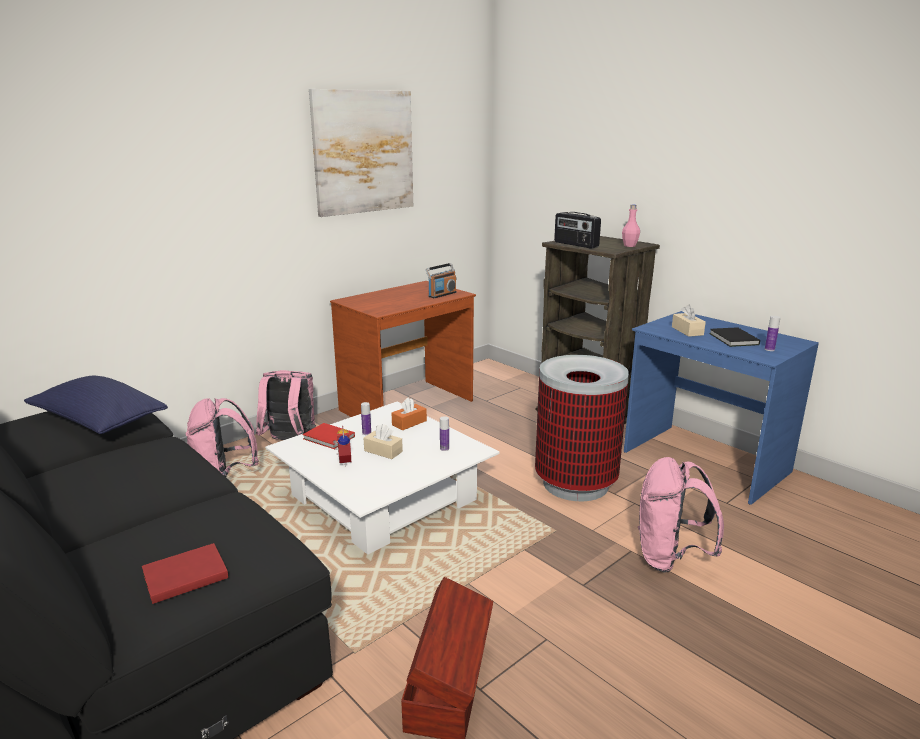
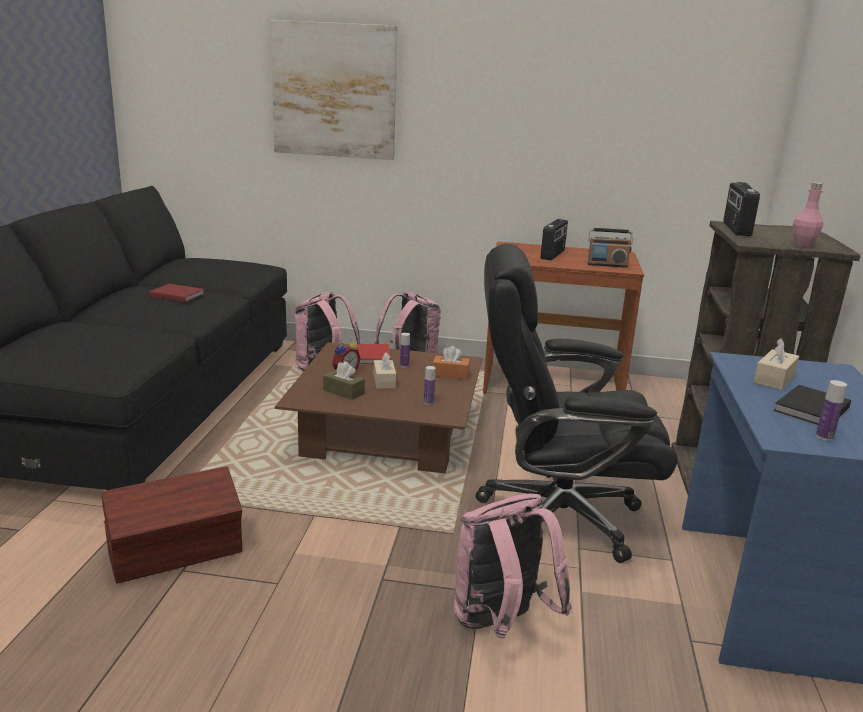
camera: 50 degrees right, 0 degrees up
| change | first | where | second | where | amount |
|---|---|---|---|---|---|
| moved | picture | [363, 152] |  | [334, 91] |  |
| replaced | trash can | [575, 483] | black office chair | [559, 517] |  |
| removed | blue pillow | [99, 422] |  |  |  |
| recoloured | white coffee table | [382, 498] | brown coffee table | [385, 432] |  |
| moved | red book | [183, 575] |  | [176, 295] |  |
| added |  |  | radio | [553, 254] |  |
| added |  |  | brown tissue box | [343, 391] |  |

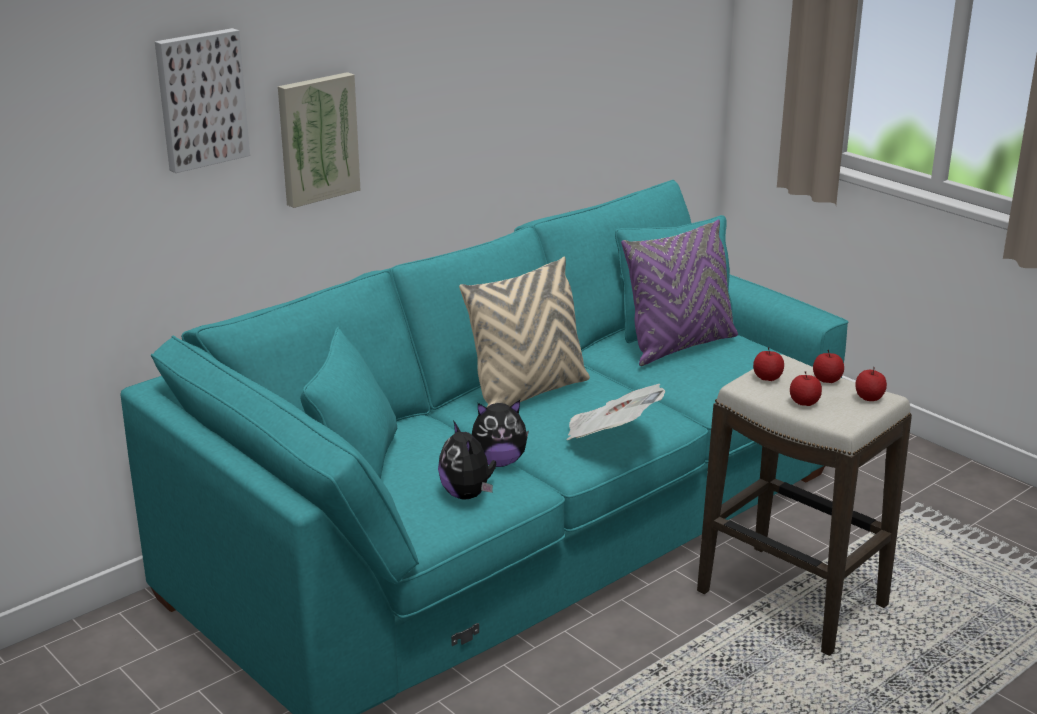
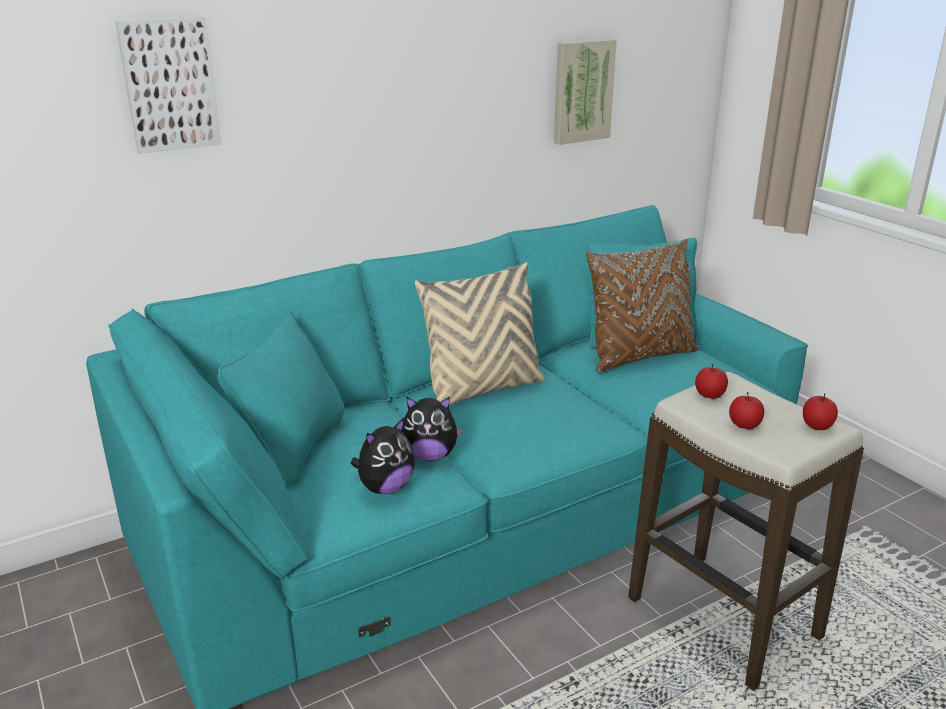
camera: 10 degrees right, 0 degrees up
| change | first | where | second | where | amount |
|---|---|---|---|---|---|
| moved | picture | [317, 138] |  | [582, 91] |  |
| recoloured | purple pillow | [679, 346] | brown pillow | [639, 356] |  |
| removed | apple | [827, 380] |  |  |  |
| removed | newspaper | [611, 435] |  |  |  |
| turned | plush toy | [467, 494] |  | [385, 488] | 120 degrees counterclockwise |

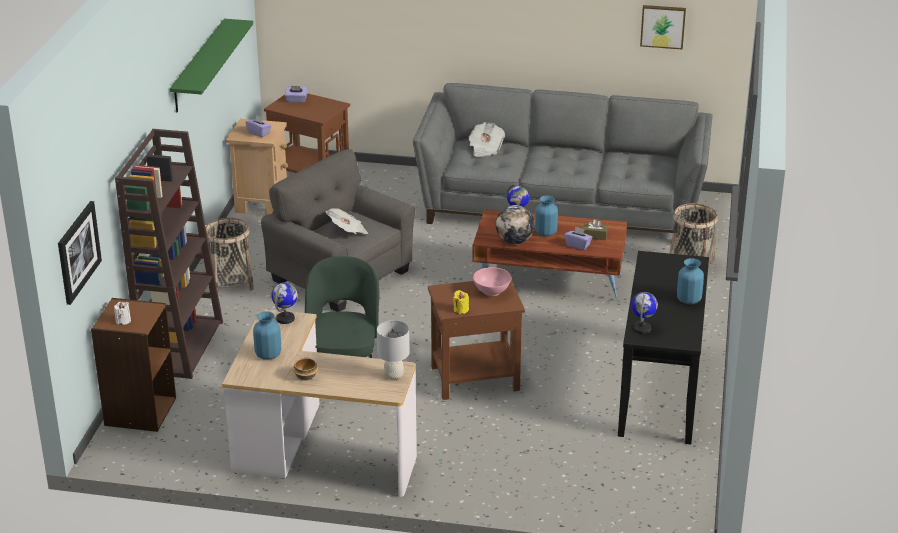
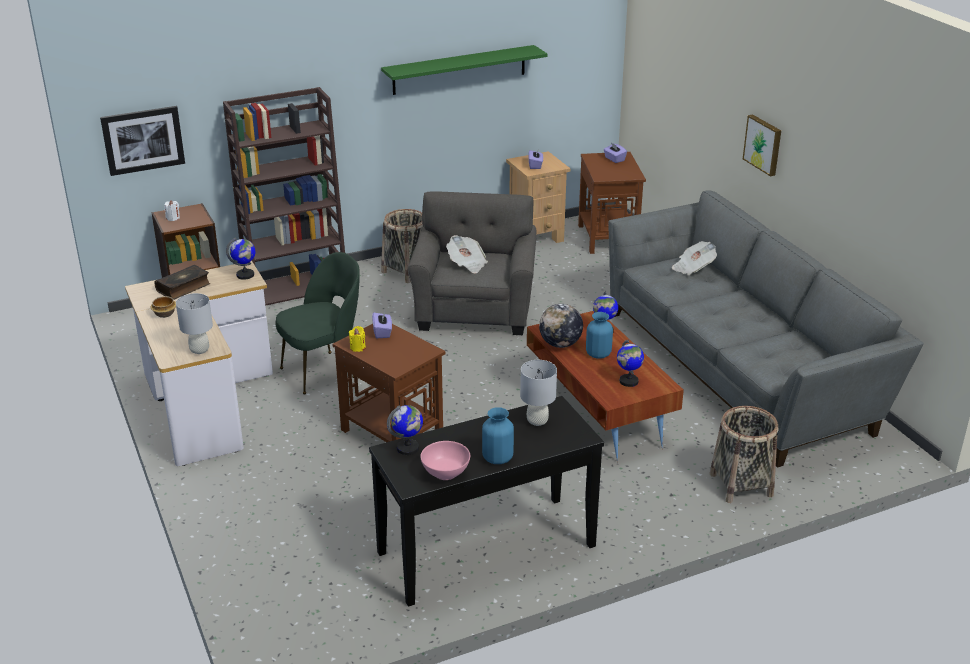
camera: 55 degrees right, 0 degrees up
| change | first | where | second | where | amount |
|---|---|---|---|---|---|
| moved | picture | [663, 26] |  | [763, 144] |  |
| replaced | brown tissue box | [594, 236] | globe | [628, 381] |  |
| moved | purple tissue box | [578, 245] |  | [382, 332] |  |
| moved | pink bowl | [492, 291] |  | [446, 473] |  |
| replaced | blue vase | [268, 354] | book | [184, 288] |  |
| added |  |  | grey table lamp | [537, 421] |  |

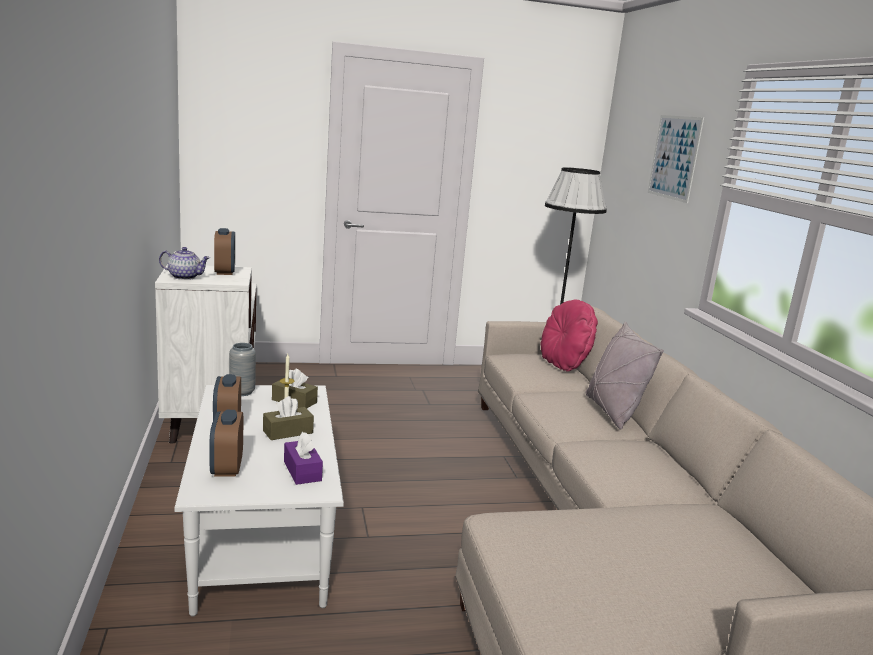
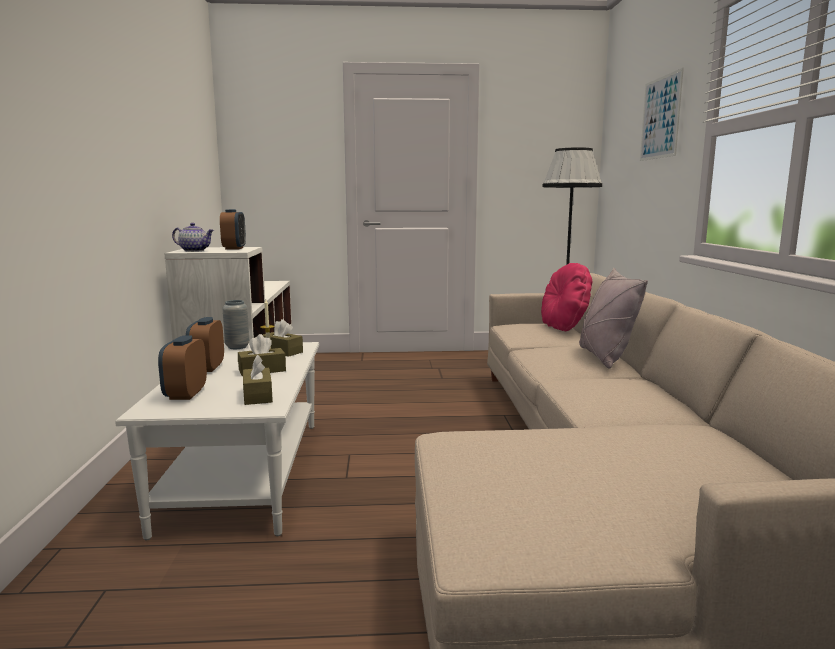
camera: 10 degrees right, 5 degrees down
| change | first | where | second | where | amount |
|---|---|---|---|---|---|
| recoloured | purple tissue box | [302, 471] | brown tissue box | [257, 395] |  |

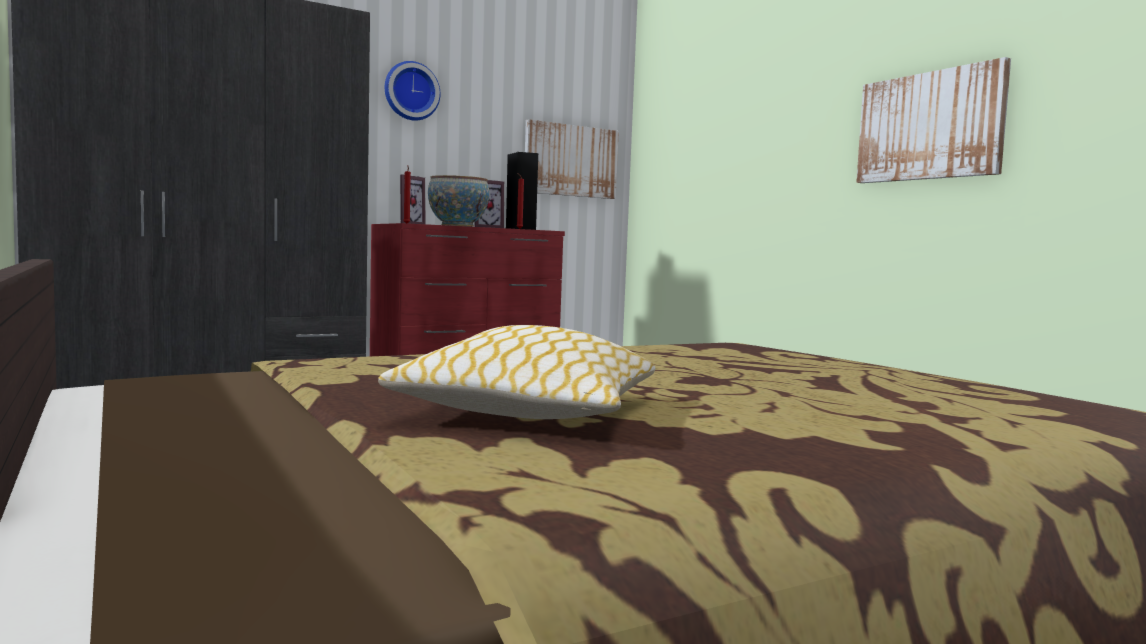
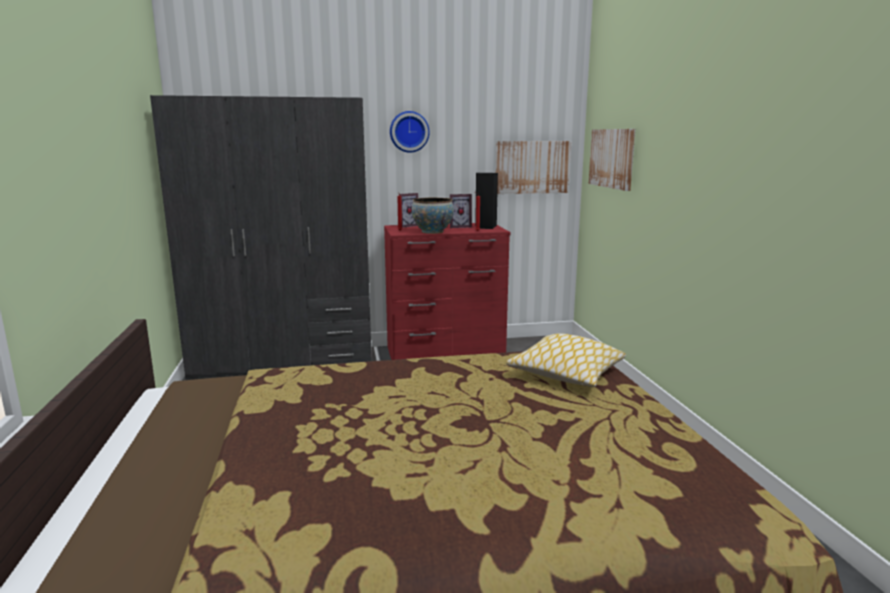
camera: 20 degrees right, 10 degrees up
| change | first | where | second | where | amount |
|---|---|---|---|---|---|
| moved | picture | [929, 126] |  | [612, 158] |  |
| moved | pillow | [530, 411] |  | [566, 373] |  |

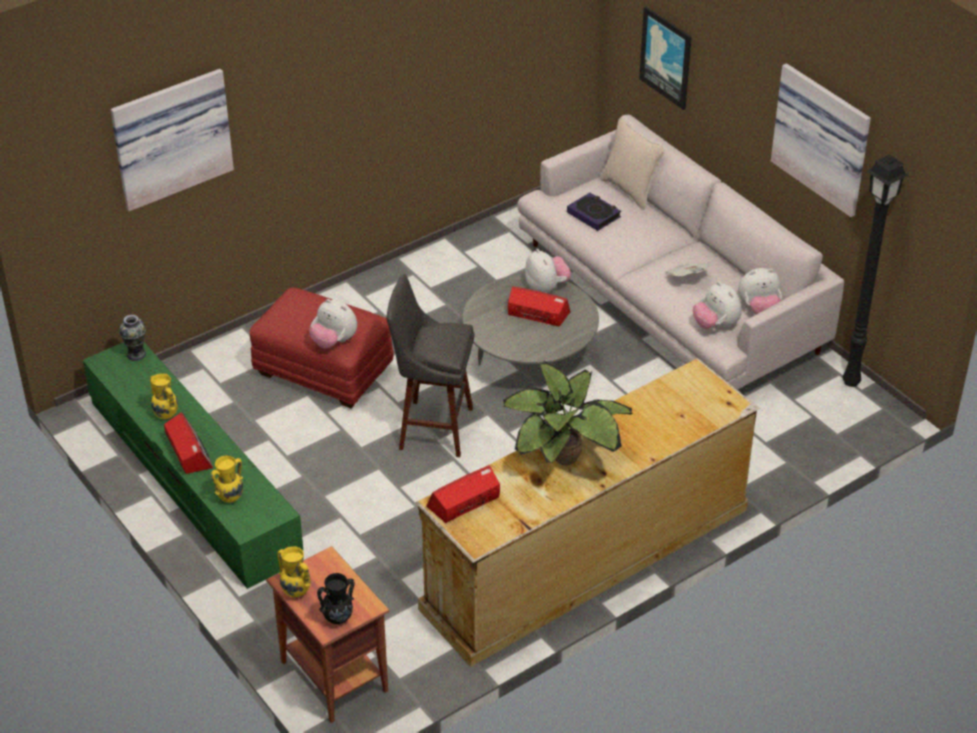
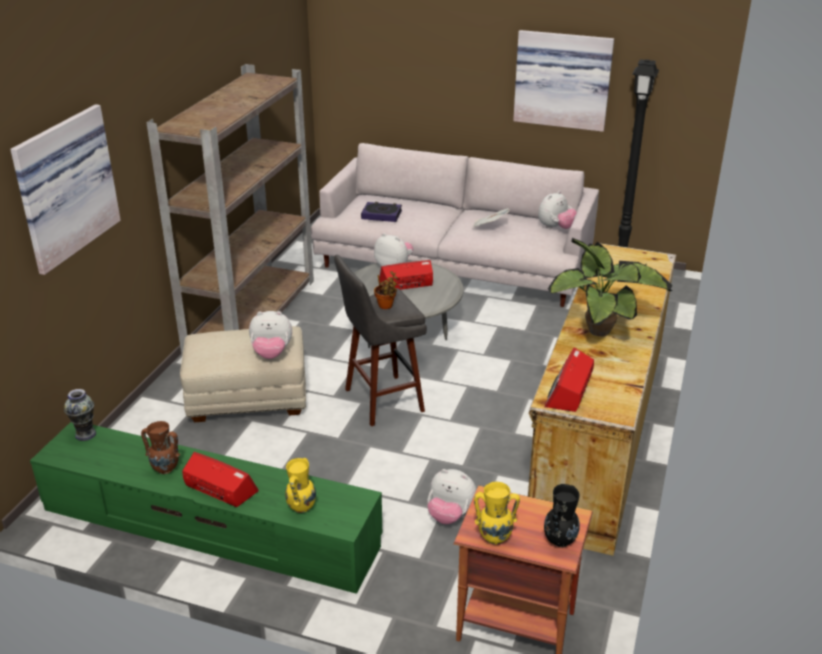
camera: 35 degrees left, 10 degrees down
| change | first | where | second | where | amount |
|---|---|---|---|---|---|
| removed | picture | [666, 57] |  |  |  |
| removed | beige pillow | [630, 190] |  |  |  |
| moved | plush toy | [716, 325] |  | [450, 515] |  |
| recoloured | red ottoman | [324, 371] | beige ottoman | [248, 399] |  |
| recoloured | yellow vase | [166, 414] | brown vase | [165, 469] |  |
| added |  |  | brown bookcase | [252, 316] |  |
| added |  |  | potted plant | [386, 306] |  |

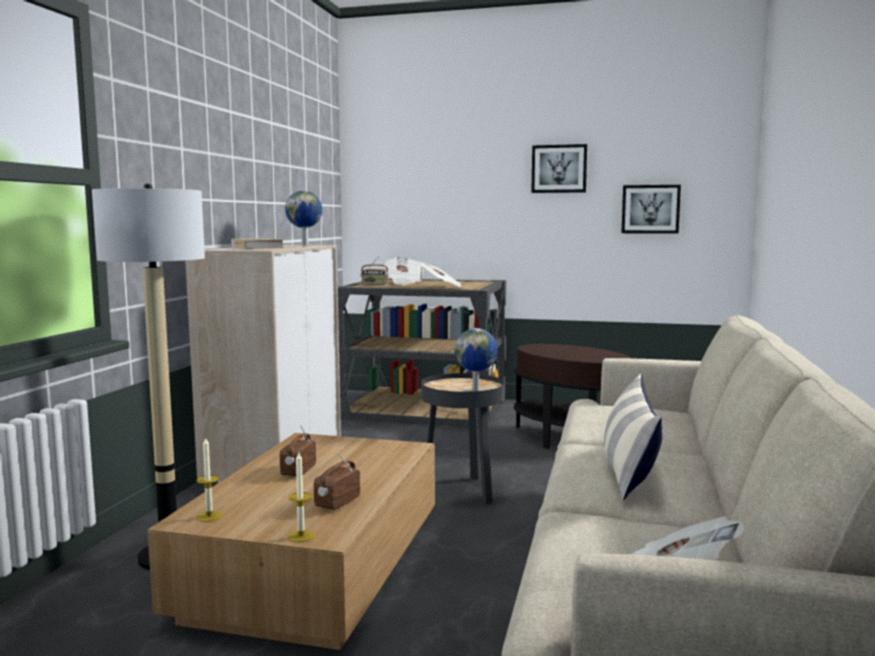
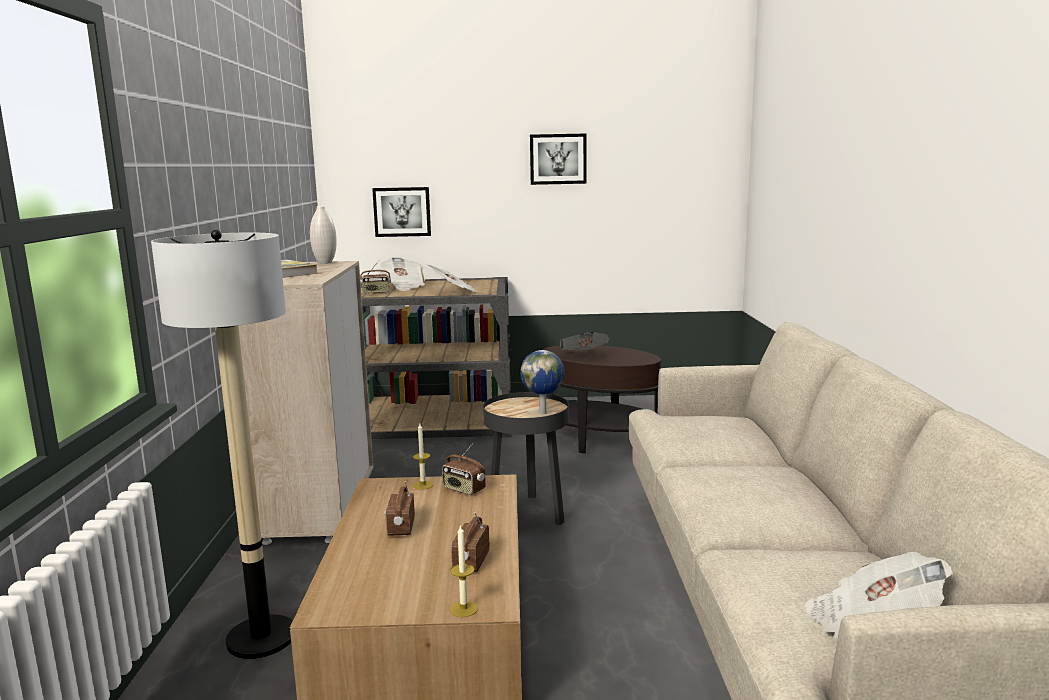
camera: 15 degrees left, 5 degrees up
| change | first | where | second | where | amount |
|---|---|---|---|---|---|
| moved | picture | [650, 209] |  | [402, 212] |  |
| replaced | globe | [305, 245] | white vase | [325, 263] |  |
| removed | pillow | [629, 468] |  |  |  |
| moved | candle | [209, 516] |  | [423, 485] |  |
| added |  |  | newspaper | [584, 356] |  |
| added |  |  | radio | [463, 489] |  |

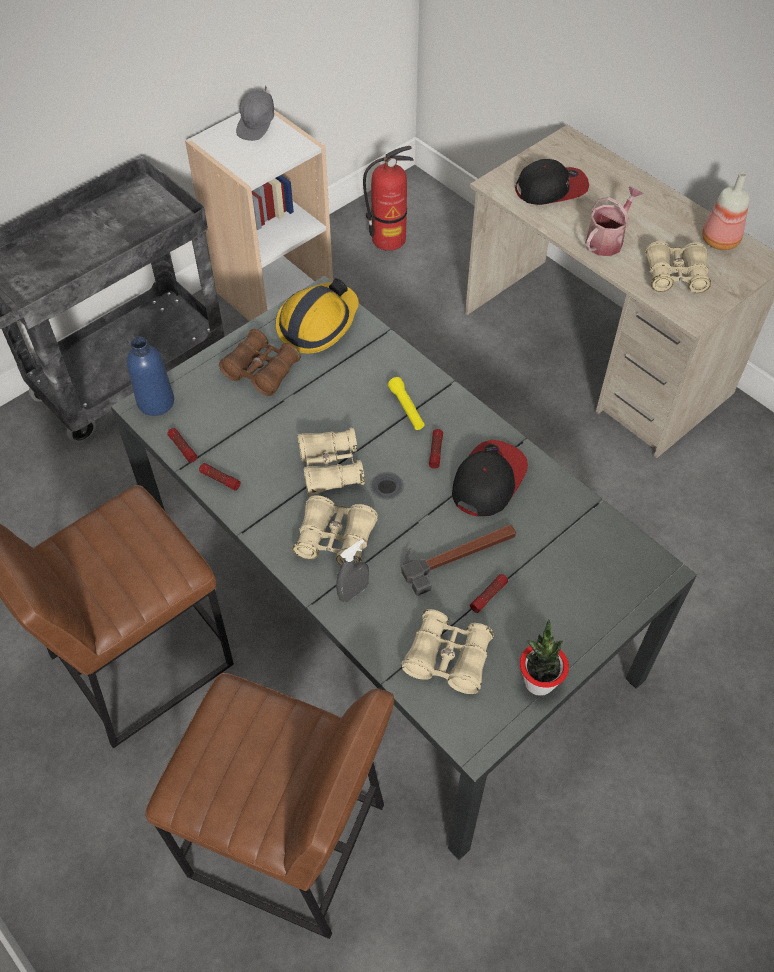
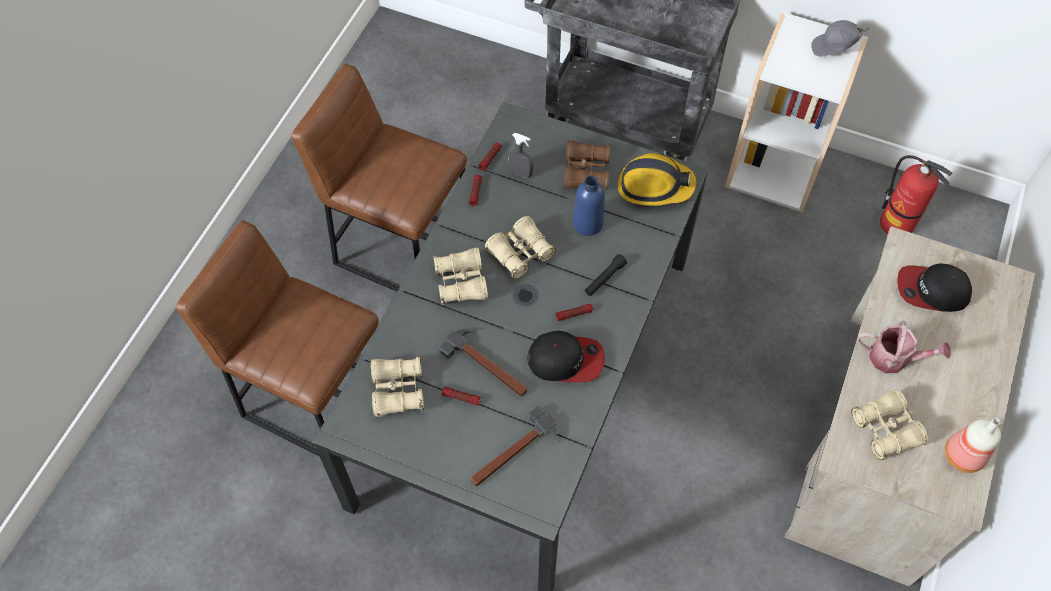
camera: 65 degrees right, 5 degrees up
| change | first | where | second | where | amount |
|---|---|---|---|---|---|
| turned | cap | [551, 188] |  | [931, 290] | 135 degrees clockwise |
| moved | blue bottle | [156, 402] |  | [587, 223] |  |
| recoloured | yellow flashlight | [406, 408] | black flashlight | [604, 279] |  |
| moved | grey spray bottle | [353, 592] |  | [520, 173] |  |
| removed | potted plant | [539, 681] |  |  |  |
| turned | brown chair | [290, 841] |  | [314, 397] | 120 degrees clockwise |
| added |  |  | hammer | [513, 452] |  |

